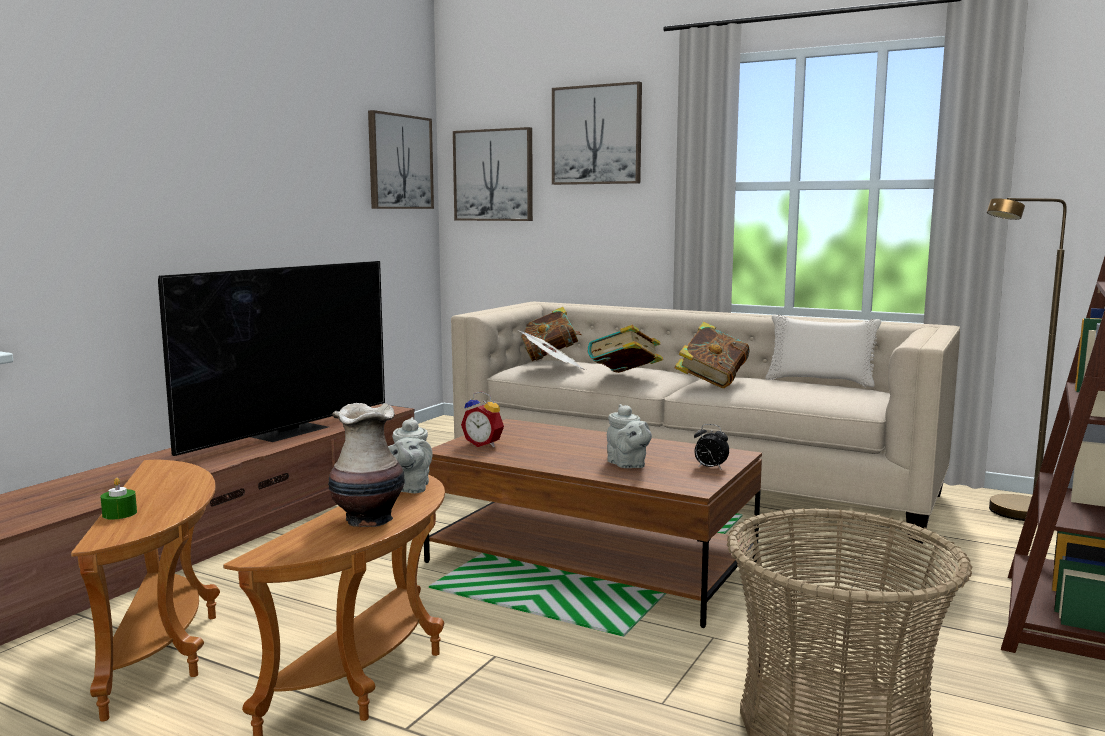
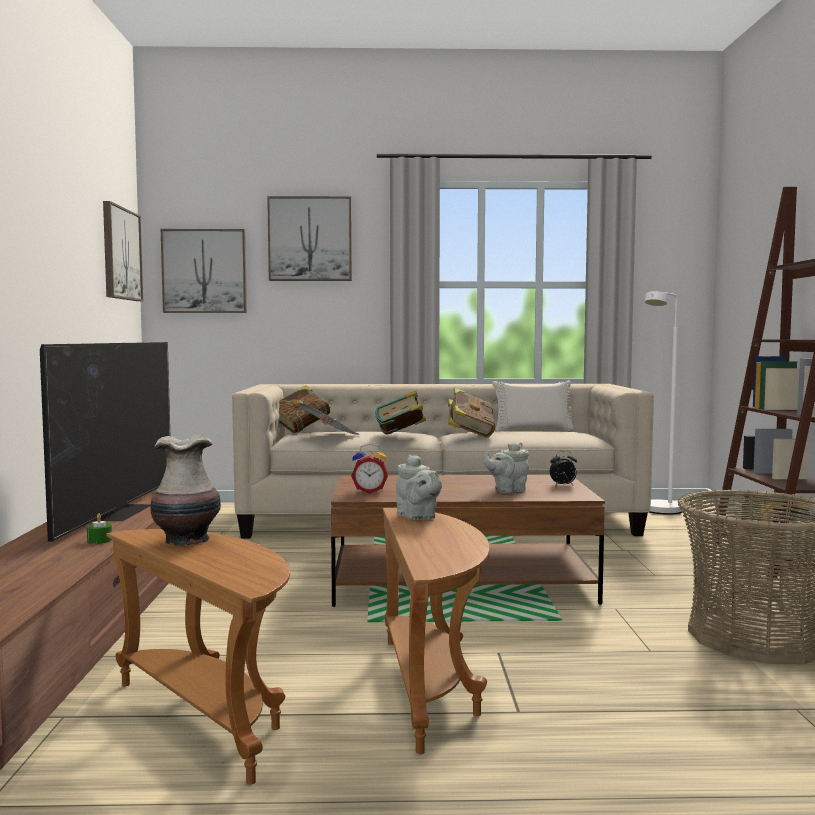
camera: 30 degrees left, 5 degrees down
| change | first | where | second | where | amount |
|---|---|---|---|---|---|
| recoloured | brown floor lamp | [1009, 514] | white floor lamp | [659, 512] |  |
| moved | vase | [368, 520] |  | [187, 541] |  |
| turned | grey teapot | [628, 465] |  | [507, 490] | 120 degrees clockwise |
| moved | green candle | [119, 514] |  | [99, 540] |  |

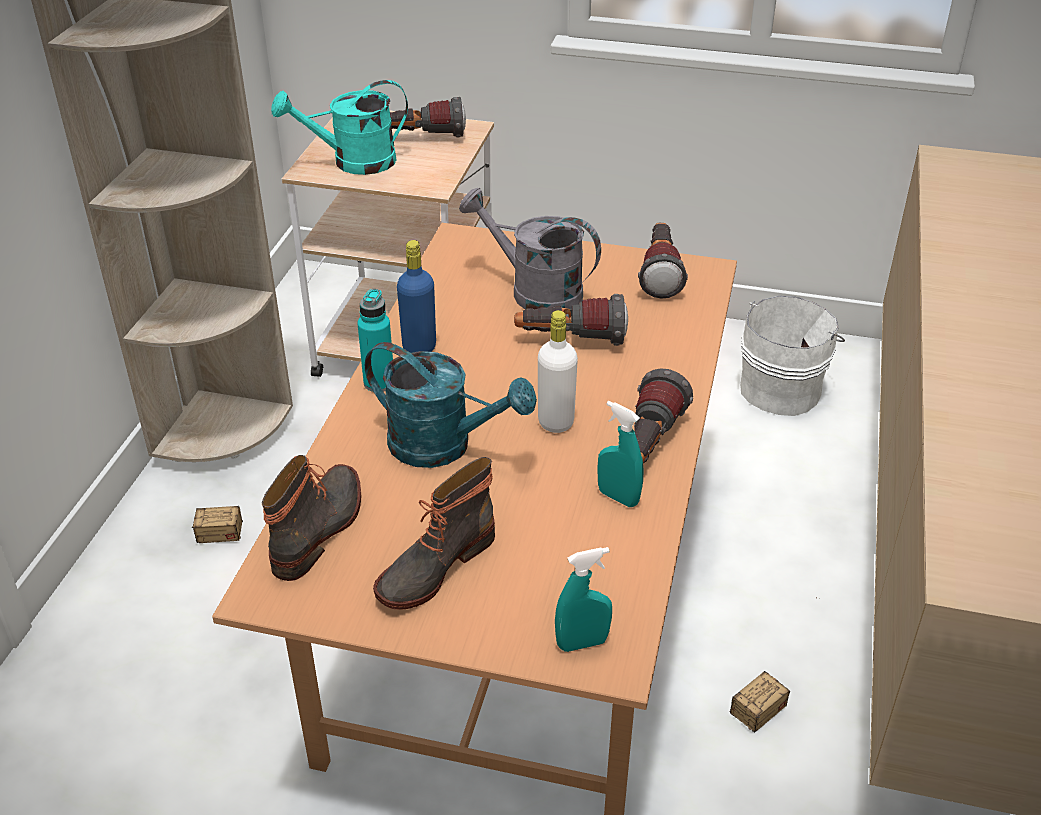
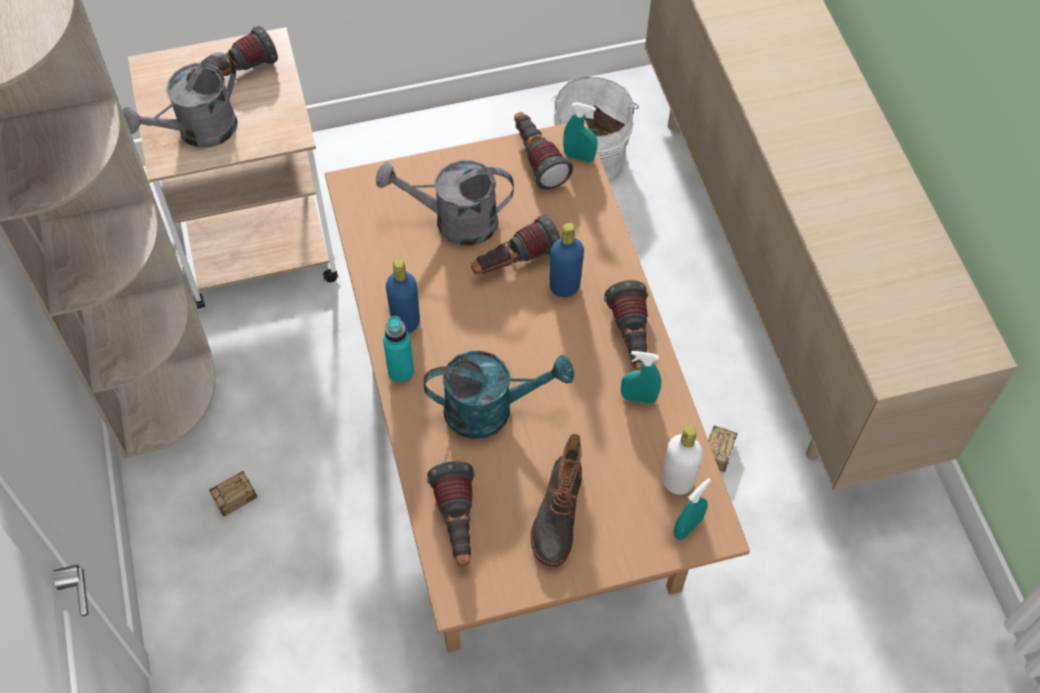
camera: 30 degrees left, 20 degrees up
| change | first | where | second | where | amount |
|---|---|---|---|---|---|
| recoloured | turquoise watering can | [353, 162] | grey watering can | [198, 132] |  |
| moved | white bottle | [556, 422] |  | [677, 481] |  |
| replaced | boot | [319, 529] | flashlight | [457, 524] |  |
| added |  |  | turquoise spray bottle | [579, 156] |  |
| added |  |  | blue bottle | [564, 286] |  |

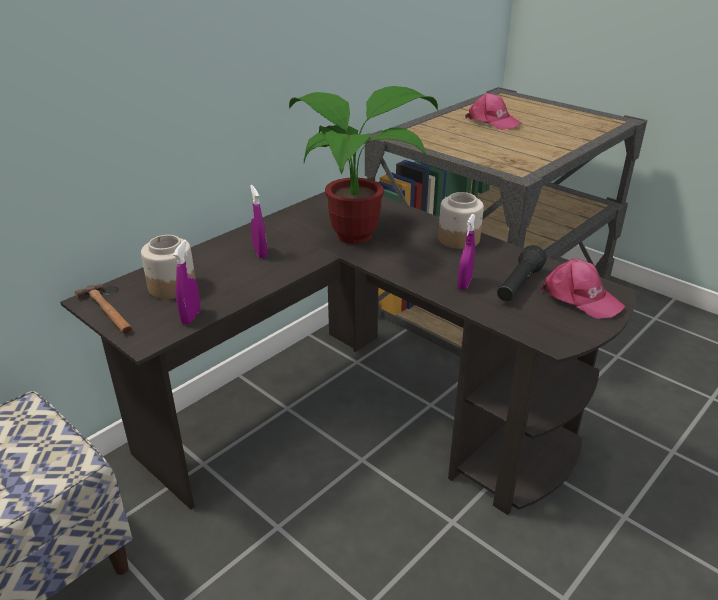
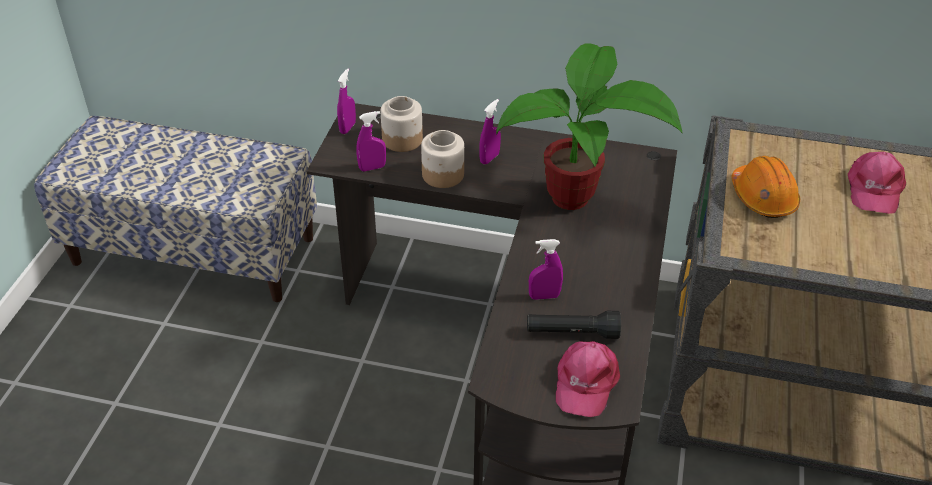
camera: 60 degrees right, 10 degrees up
| change | first | where | second | where | amount |
|---|---|---|---|---|---|
| moved | jar | [458, 239] |  | [442, 175] |  |
| replaced | hammer | [107, 312] | purple spray bottle | [347, 128] |  |
| added |  |  | orange hard hat | [763, 197] |  |

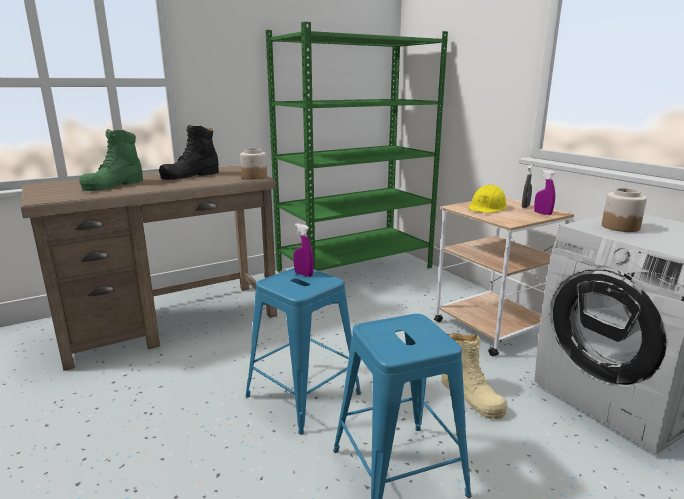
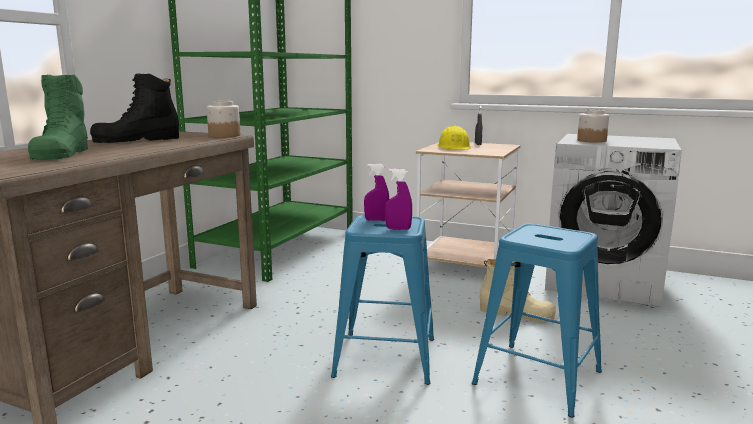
camera: 35 degrees left, 5 degrees down
| change | first | where | second | where | amount |
|---|---|---|---|---|---|
| turned | black boot | [191, 175] |  | [137, 140] | 45 degrees clockwise |
| moved | purple spray bottle | [542, 213] |  | [398, 229] |  |

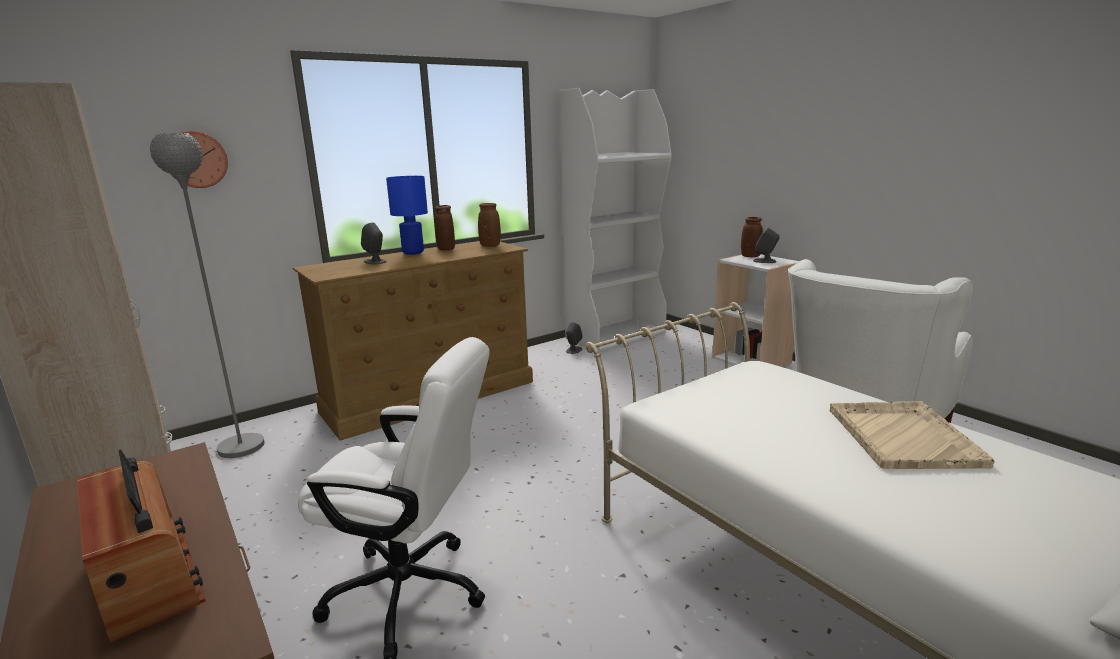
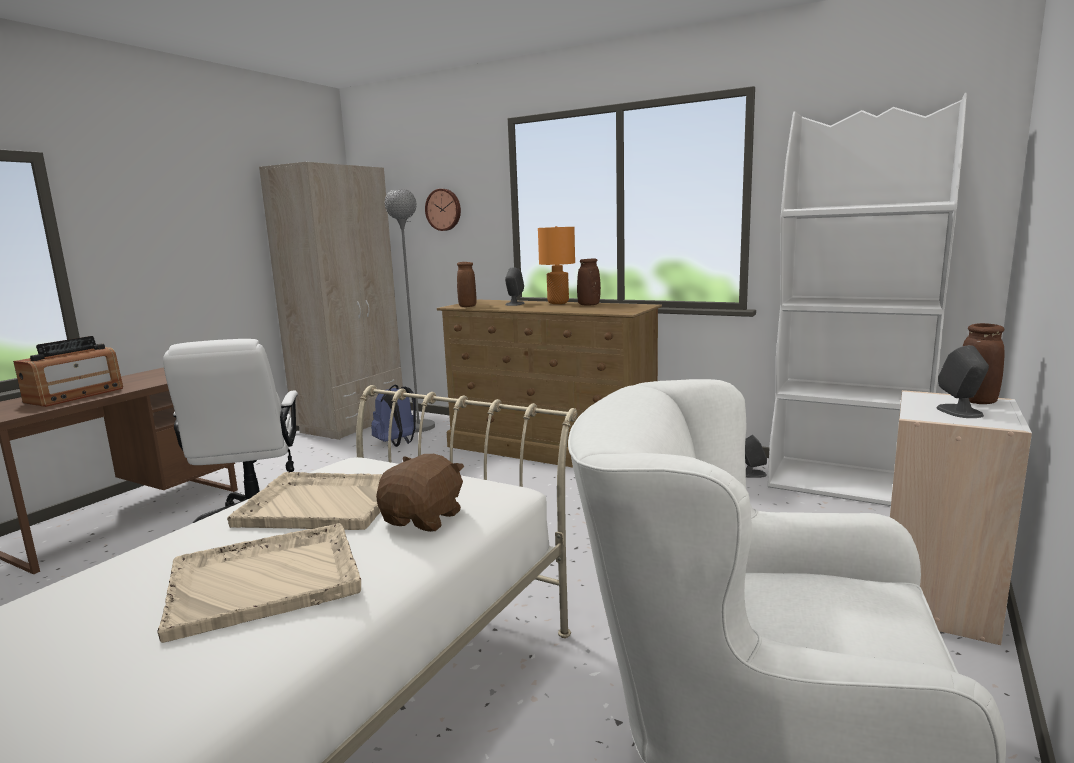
camera: 65 degrees right, 5 degrees down
| change | first | where | second | where | amount |
|---|---|---|---|---|---|
| recoloured | blue table lamp | [413, 253] | orange table lamp | [558, 303] |  |
| moved | brown vase | [490, 246] |  | [467, 306] |  |
| added |  |  | blue backpack | [397, 443] |  |
| added |  |  | brown plush toy | [424, 519] |  |
| added |  |  | beige tray | [320, 503] |  |

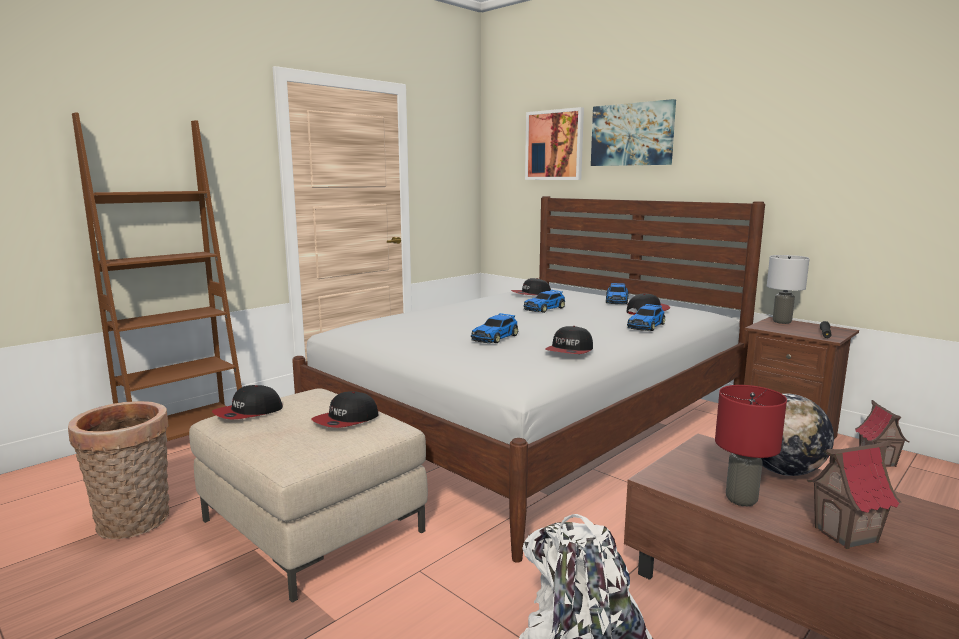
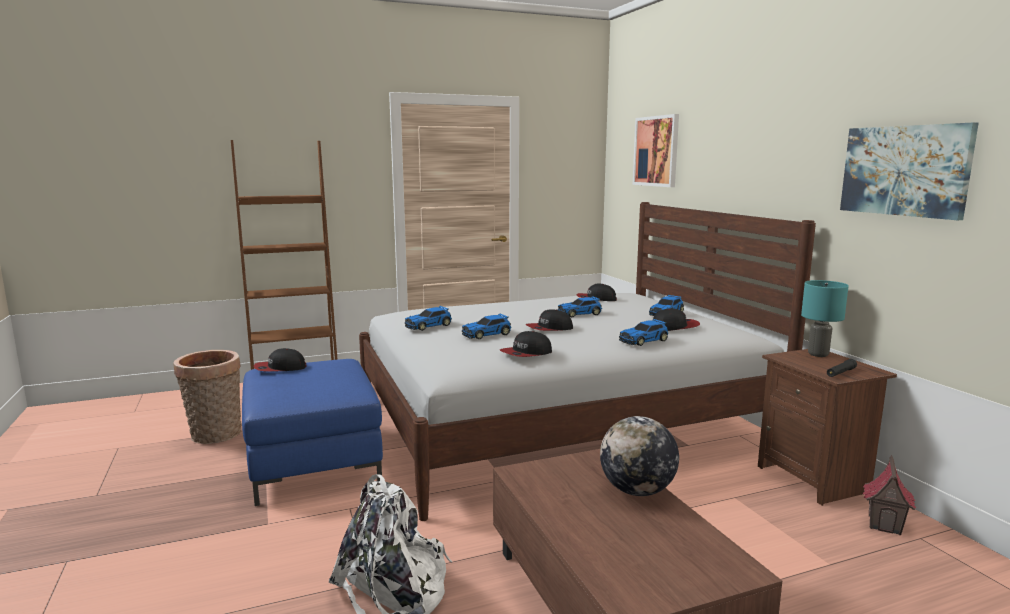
camera: 25 degrees right, 0 degrees up
| change | first | where | second | where | amount |
|---|---|---|---|---|---|
| moved | picture | [632, 134] |  | [904, 170] |  |
| recoloured | white table lamp | [780, 322] | turquoise table lamp | [816, 354] |  |
| removed | red table lamp | [739, 499] |  |  |  |
| recoloured | beige ottoman | [312, 525] | blue ottoman | [314, 462] |  |
| moved | cap | [346, 420] |  | [549, 329] |  |
| removed | toy house | [846, 535] |  |  |  |
| added |  |  | toy car | [429, 326] |  |

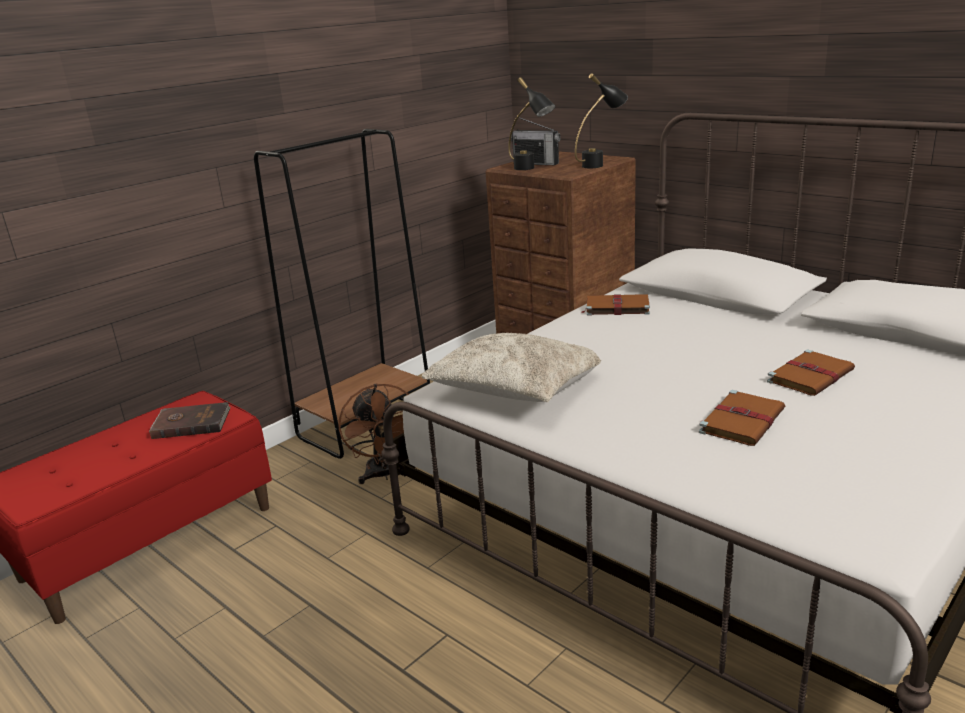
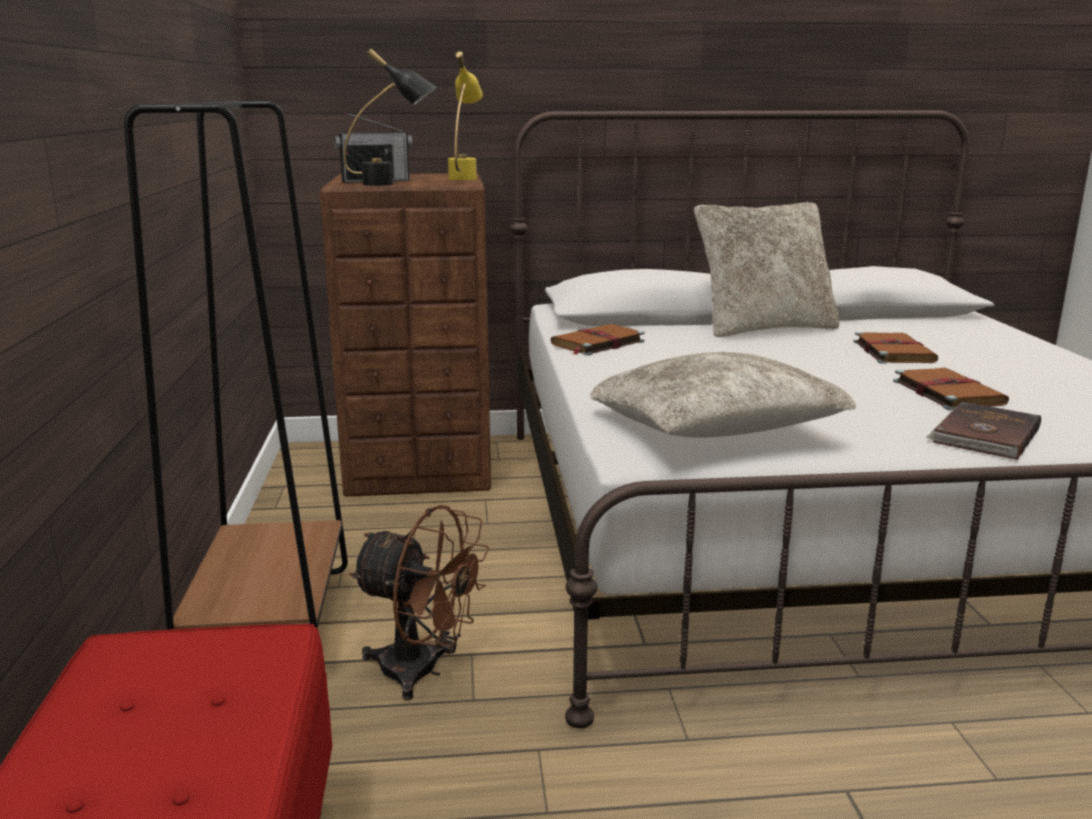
camera: 50 degrees left, 5 degrees down
| change | first | where | second | where | amount |
|---|---|---|---|---|---|
| recoloured | black table lamp | [600, 164] | yellow table lamp | [465, 177] |  |
| moved | brown book | [191, 423] |  | [984, 435] |  |
| added |  |  | beige pillow | [764, 326] |  |

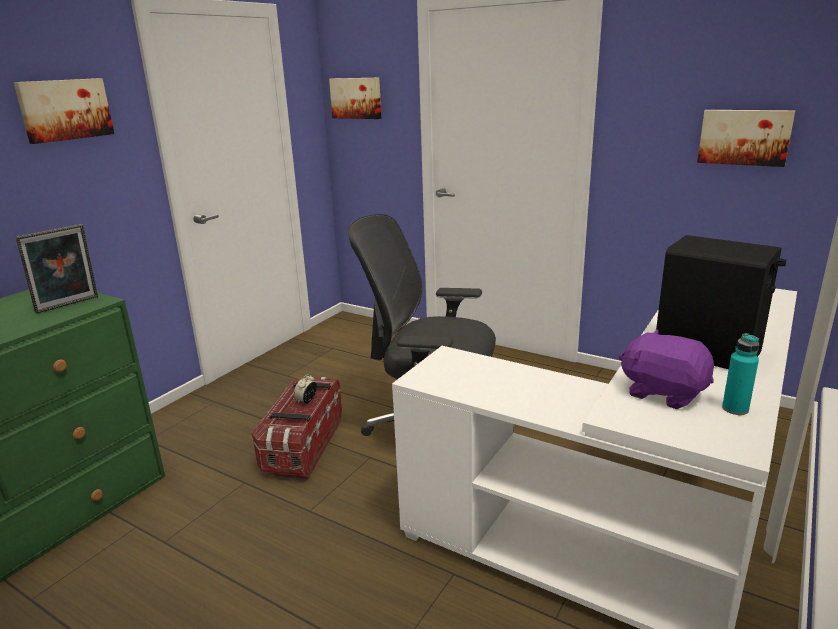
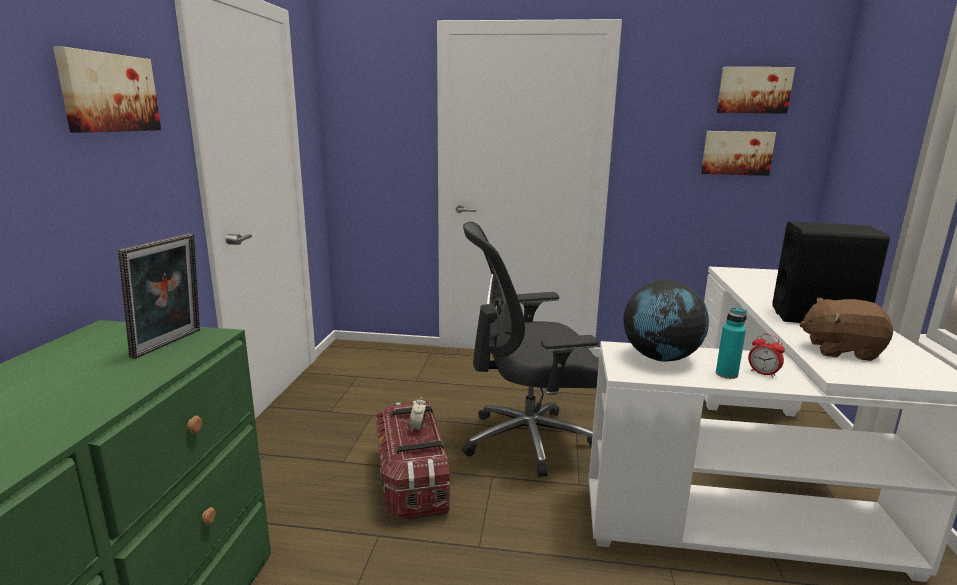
camera: 25 degrees left, 5 degrees down
| change | first | where | second | where | amount |
|---|---|---|---|---|---|
| moved | picture | [356, 98] |  | [753, 90] |  |
| recoloured | purple plush toy | [663, 392] | brown plush toy | [840, 350] |  |
| moved | turquoise bottle | [735, 409] |  | [726, 374] |  |
| added |  |  | globe | [661, 358] |  |
| added |  |  | alarm clock | [763, 373] |  |

